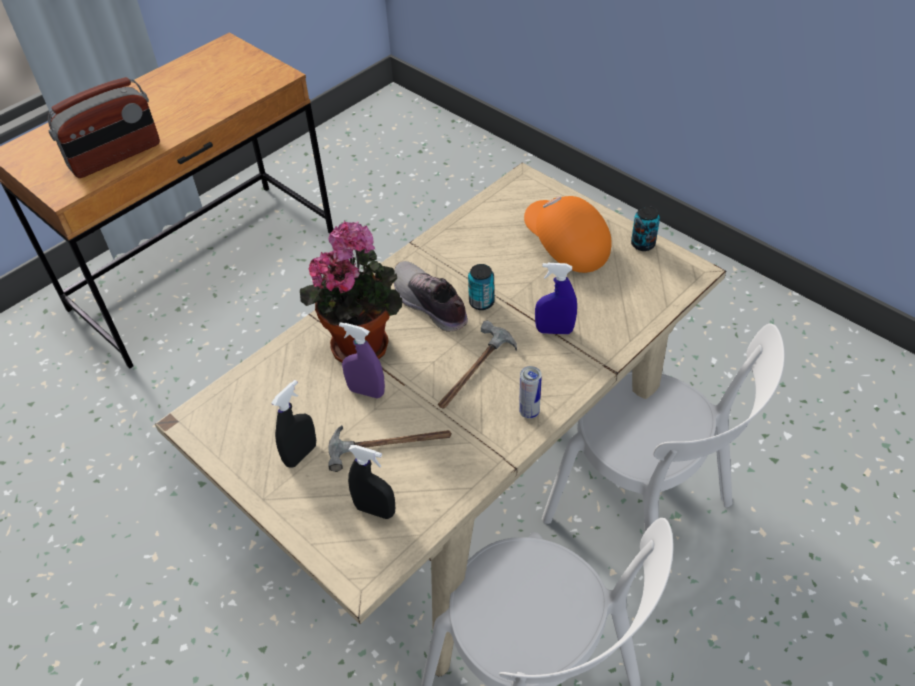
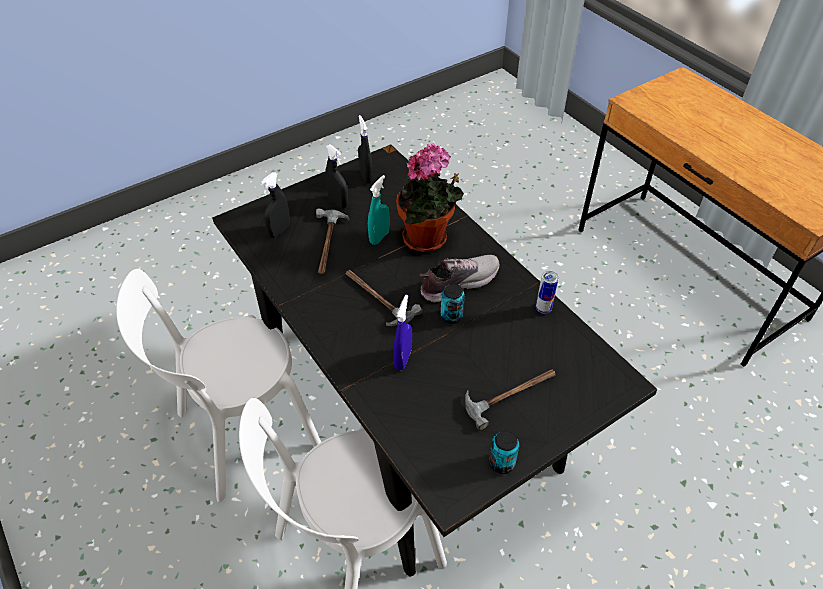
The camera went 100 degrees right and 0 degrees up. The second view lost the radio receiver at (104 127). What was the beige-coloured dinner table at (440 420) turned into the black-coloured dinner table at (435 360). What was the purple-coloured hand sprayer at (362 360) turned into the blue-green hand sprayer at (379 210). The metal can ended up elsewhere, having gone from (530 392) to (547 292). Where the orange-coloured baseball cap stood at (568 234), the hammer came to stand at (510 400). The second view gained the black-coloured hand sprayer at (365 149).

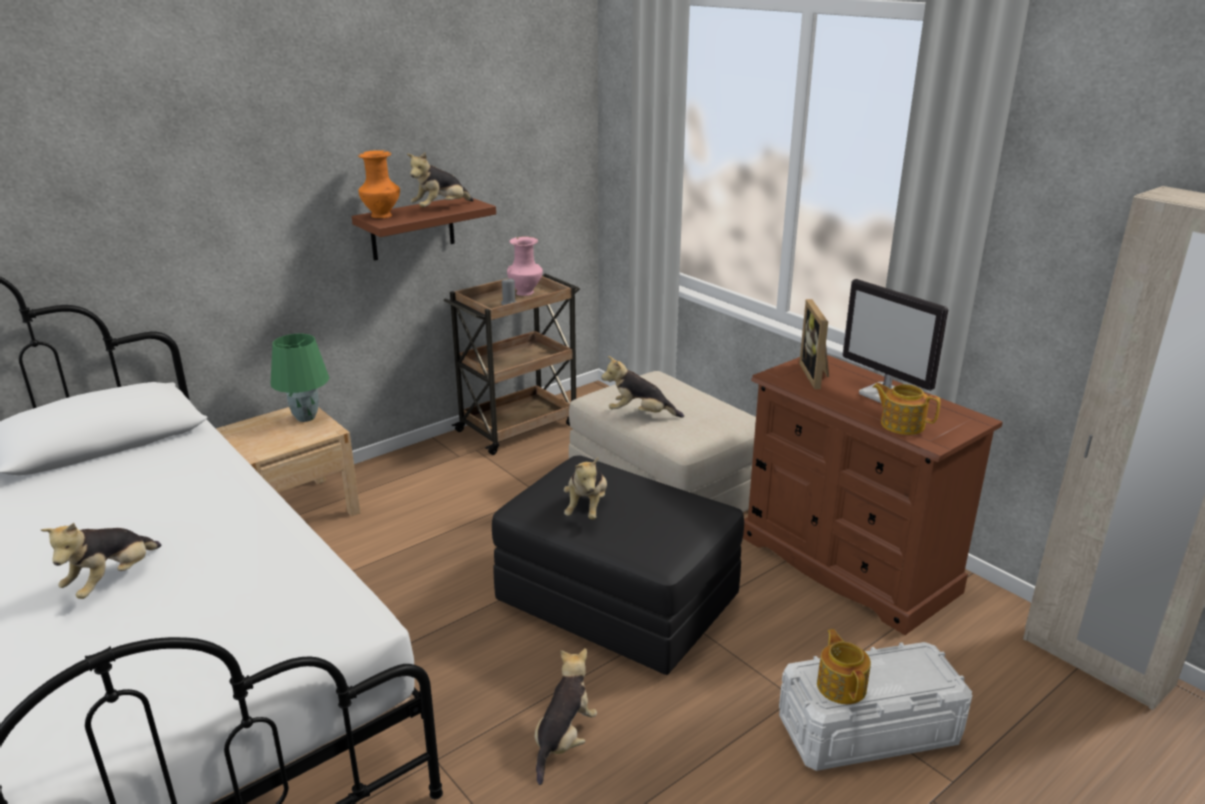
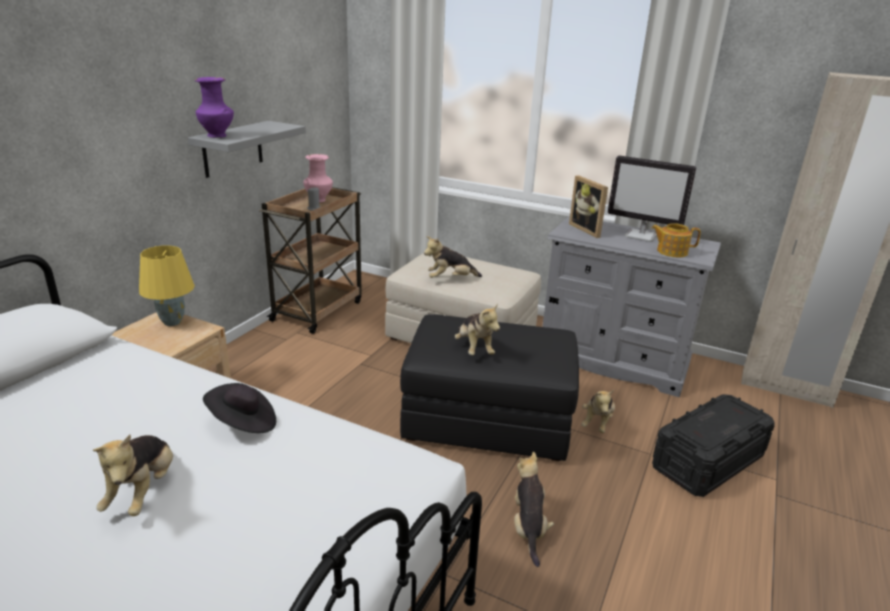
The camera went 25 degrees left and 0 degrees up. What was the green lamp for a table at (300 378) turned into the yellow-coloured lamp for a table at (167 285). What was the brownish wall shelf at (424 229) turned into the greyish wall shelf at (247 149). What was the orange-coloured decorative vase at (379 184) turned into the purple-coloured decorative vase at (214 107). The cuddly toy ended up elsewhere, having gone from (440 179) to (598 411). What was the brownish dresser at (872 495) turned into the greyish dresser at (631 306). What was the whitish storage container at (876 706) turned into the black-coloured storage container at (713 445). The second view lost the teapot at (844 666). The second view gained the black-coloured hat at (239 408).

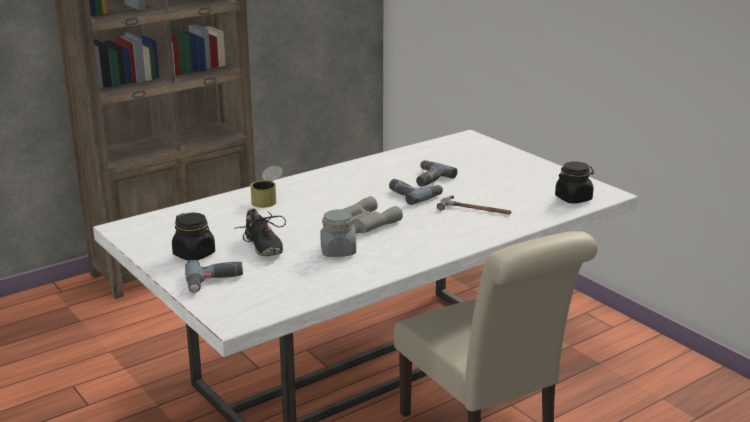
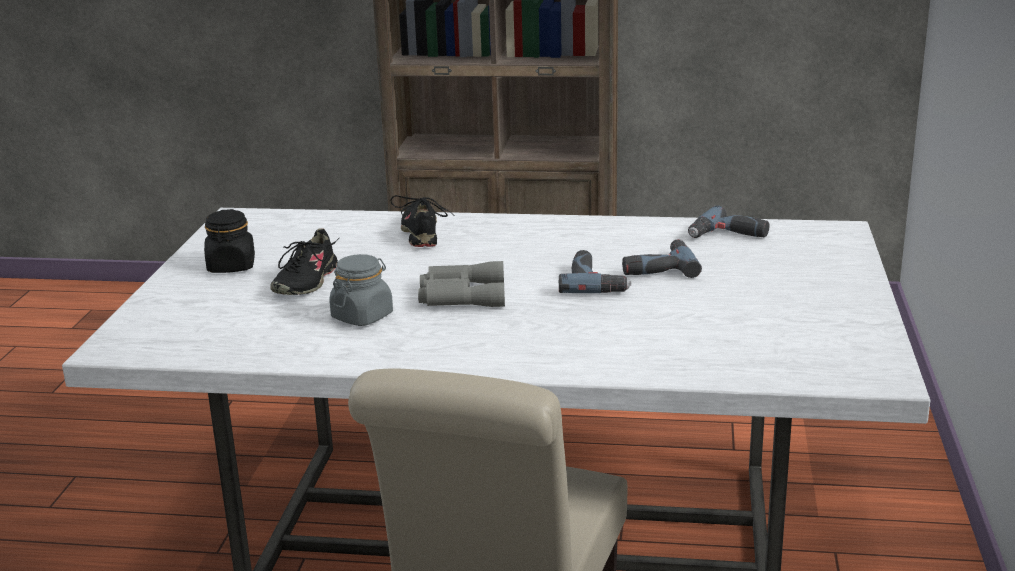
The camera went 45 degrees right and 0 degrees up. The drill ended up elsewhere, having gone from (214 276) to (729 221). Where the metal can stood at (266 186), the black-coloured item of footwear came to stand at (422 221). The second view lost the hammer at (474 205). The second view lost the black-coloured storage jar at (574 182).

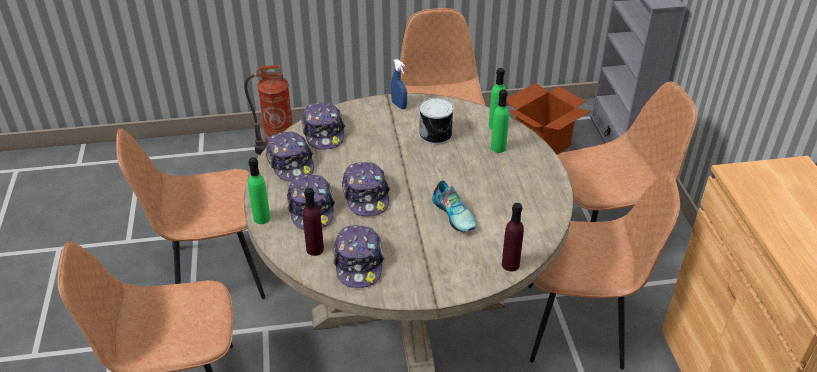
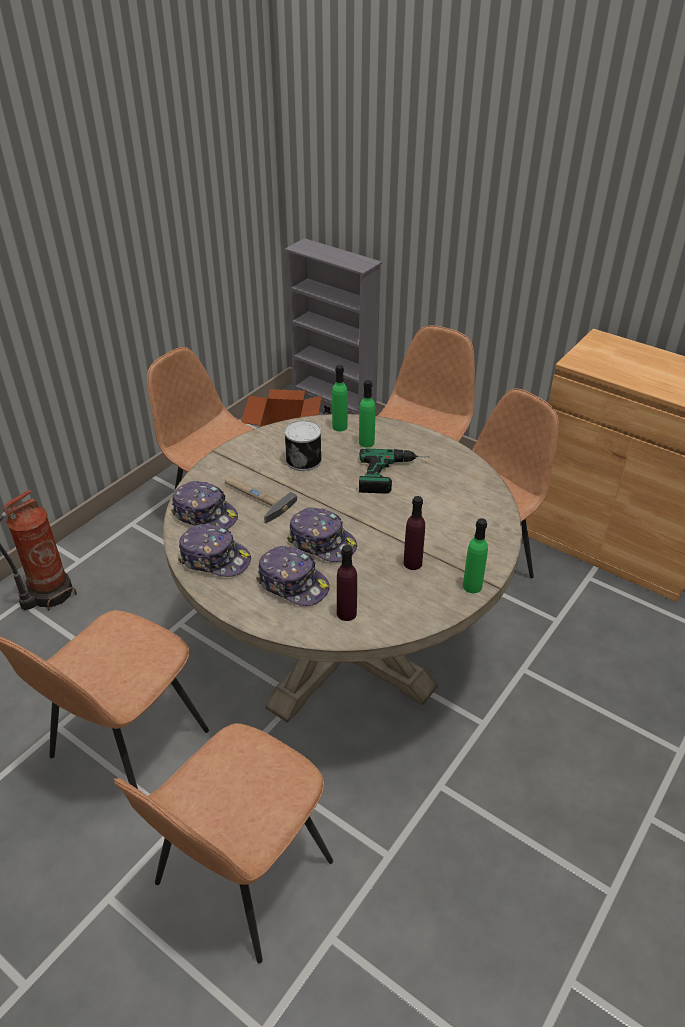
The camera went 45 degrees left and 0 degrees up. The green bottle ended up elsewhere, having gone from (259 190) to (475 555). The second view lost the baseball cap at (358 256). The second view lost the bluish hand sprayer at (399 84). The second view lost the item of footwear at (454 206). The purple-coloured bottle ended up elsewhere, having gone from (513 237) to (414 533). The second view gained the hammer at (261 499). The second view gained the drill at (394 471).

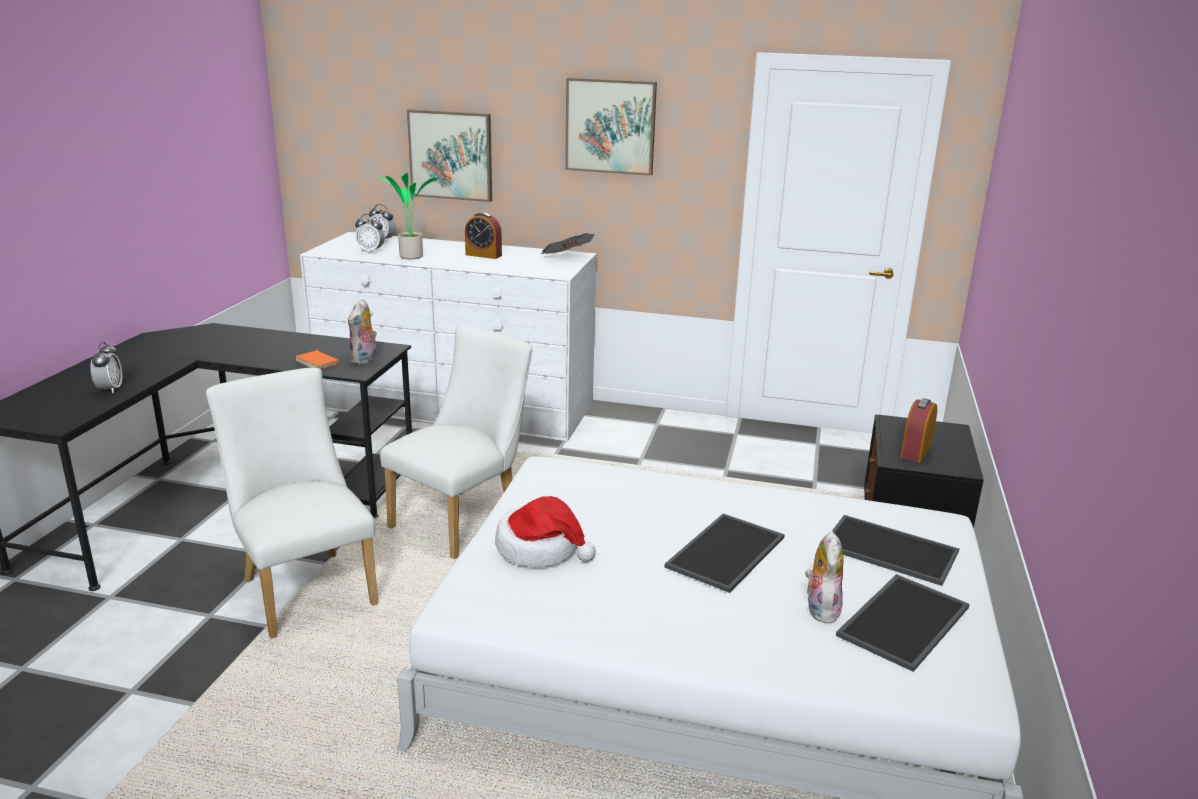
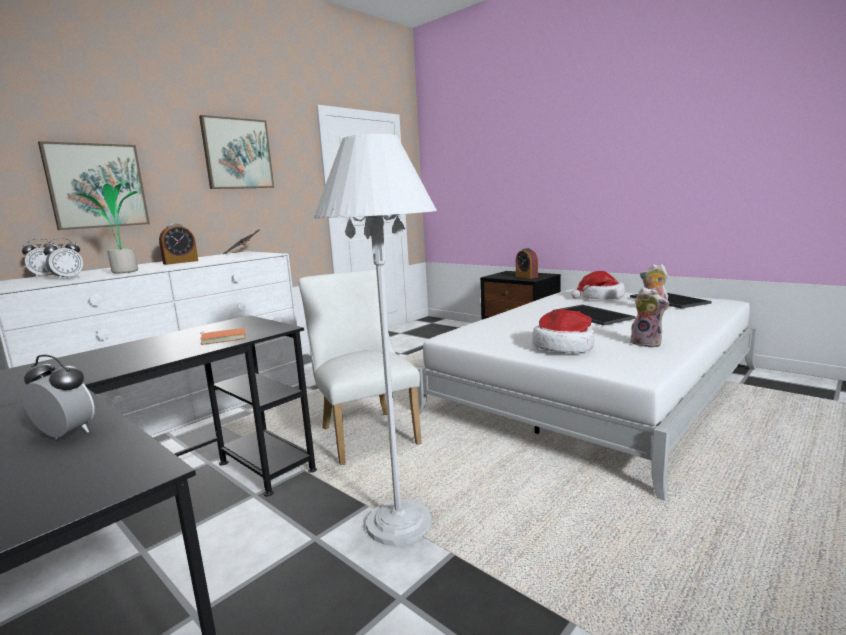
The camera went 60 degrees left and 10 degrees down. Where the whitish upright chair stood at (292 503), the whitish floor lamp came to stand at (375 340). The cuddly toy ended up elsewhere, having gone from (362 332) to (649 317). Where the tray stood at (895 550), the hat came to stand at (598 285).

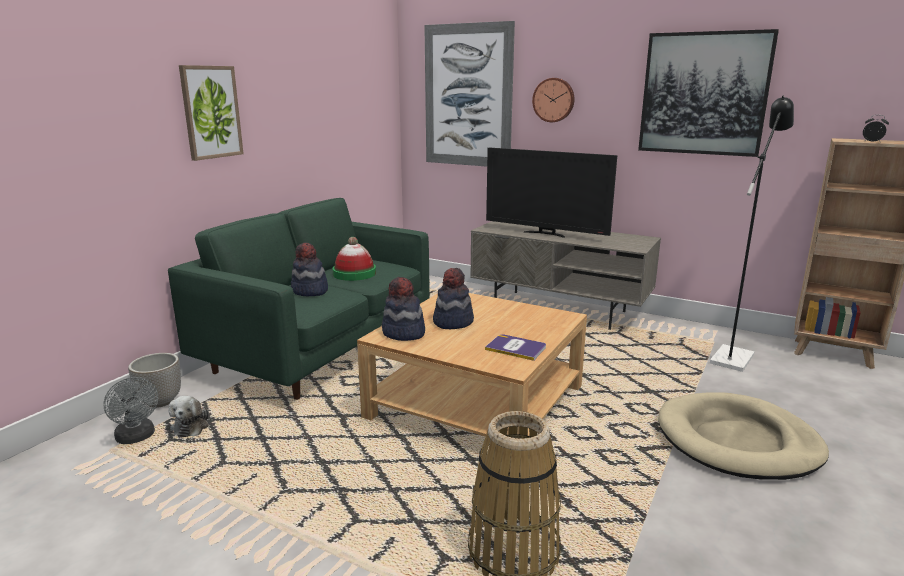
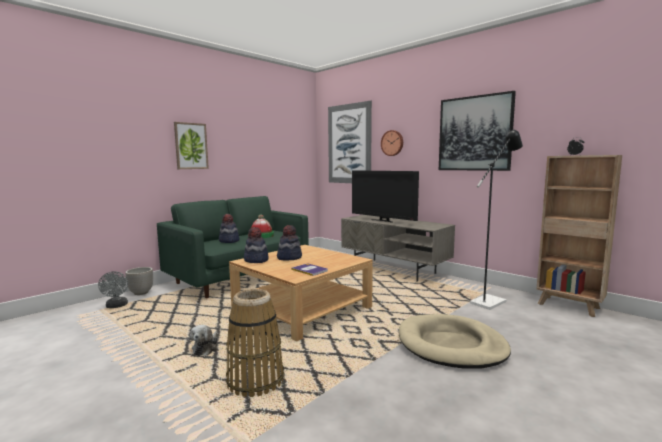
The camera went 15 degrees right and 10 degrees down. The cuddly toy ended up elsewhere, having gone from (188 417) to (203 340).

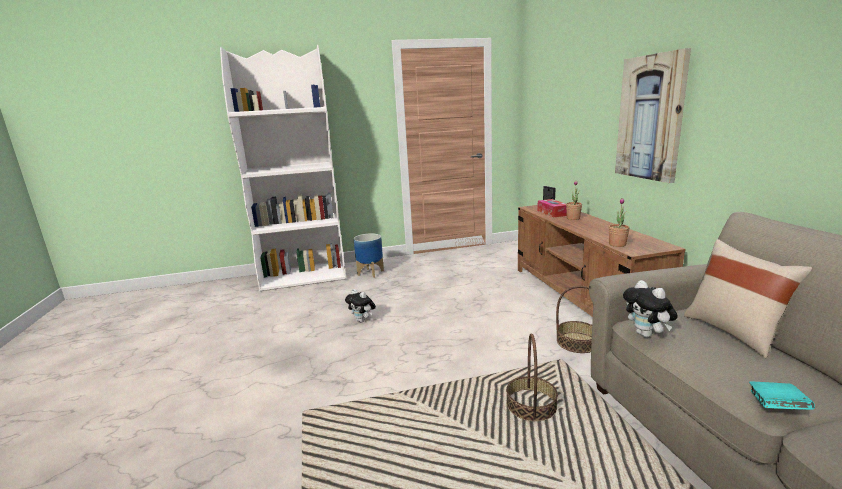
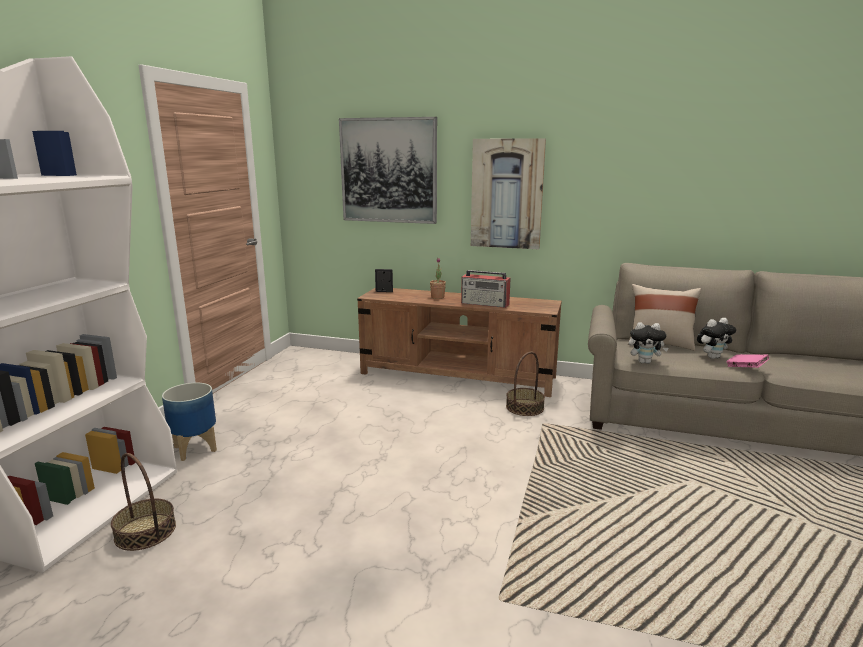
The camera went 60 degrees left and 0 degrees up. The cuddly toy ended up elsewhere, having gone from (360 306) to (716 338). The storage basket ended up elsewhere, having gone from (532 377) to (143 502). The second view lost the box of tissues at (552 208). The second view lost the potted plant at (619 222). What was the blue-green book at (782 395) turned into the pink-coloured book at (747 361). The second view gained the wall picture at (388 170). The second view gained the radio receiver at (486 289).

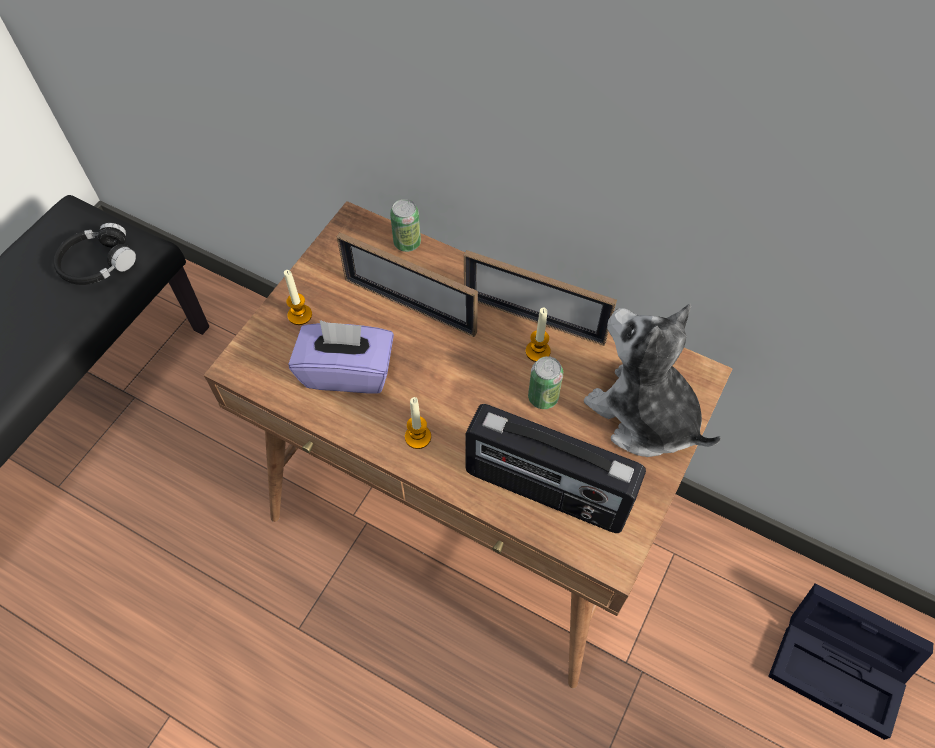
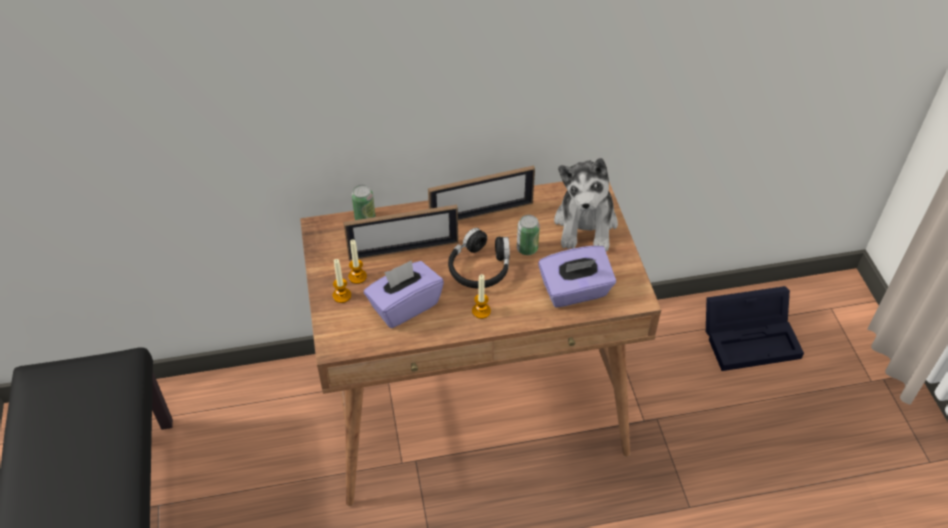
The camera went 40 degrees left and 10 degrees down. The black-coloured pair of headphones ended up elsewhere, having gone from (95 254) to (479 258). Where the radio receiver stood at (555 468), the purple-coloured box of tissues came to stand at (577 277). The candle ended up elsewhere, having gone from (538 335) to (357 262). The cuddly toy at (652 380) ended up facing another way, 90 degrees counterclockwise from before.

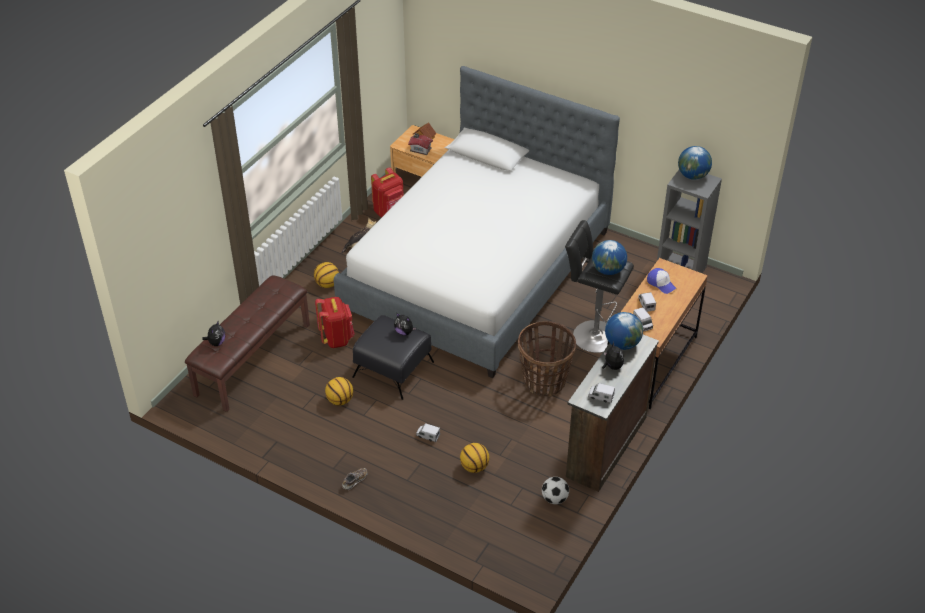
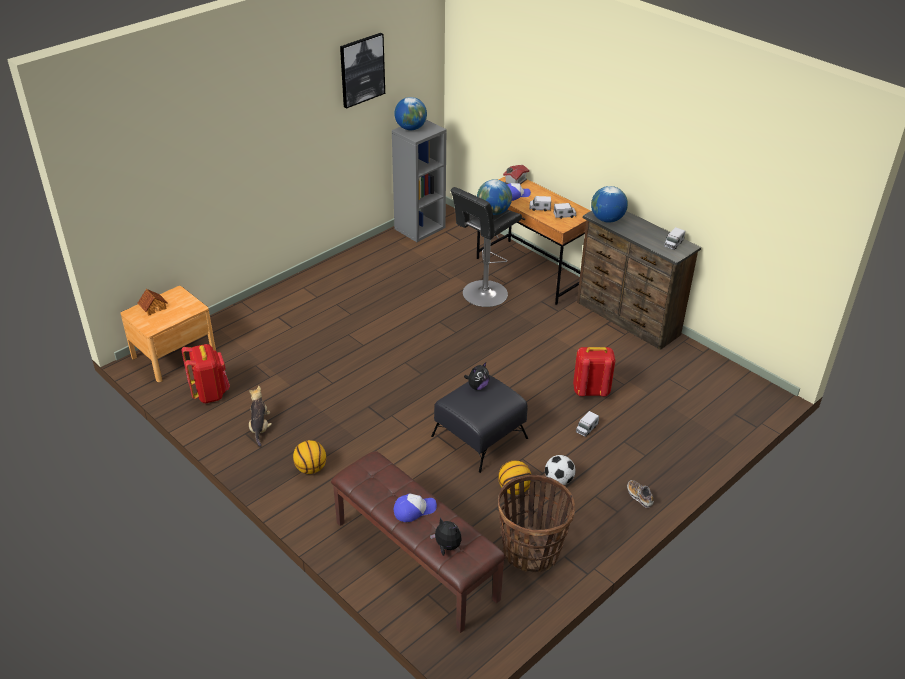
The camera went 75 degrees left and 5 degrees down. The red-coloured rucksack ended up elsewhere, having gone from (335 322) to (594 371). The second view lost the bed at (477 222). The toy house ended up elsewhere, having gone from (420 144) to (516 174). The second view lost the basketball ball at (474 458). The storage basket ended up elsewhere, having gone from (547 359) to (536 524). The football ended up elsewhere, having gone from (555 490) to (560 470). The second view lost the cuddly toy at (613 356). The second view gained the wall picture at (362 71). The second view gained the baseball cap at (415 507).

